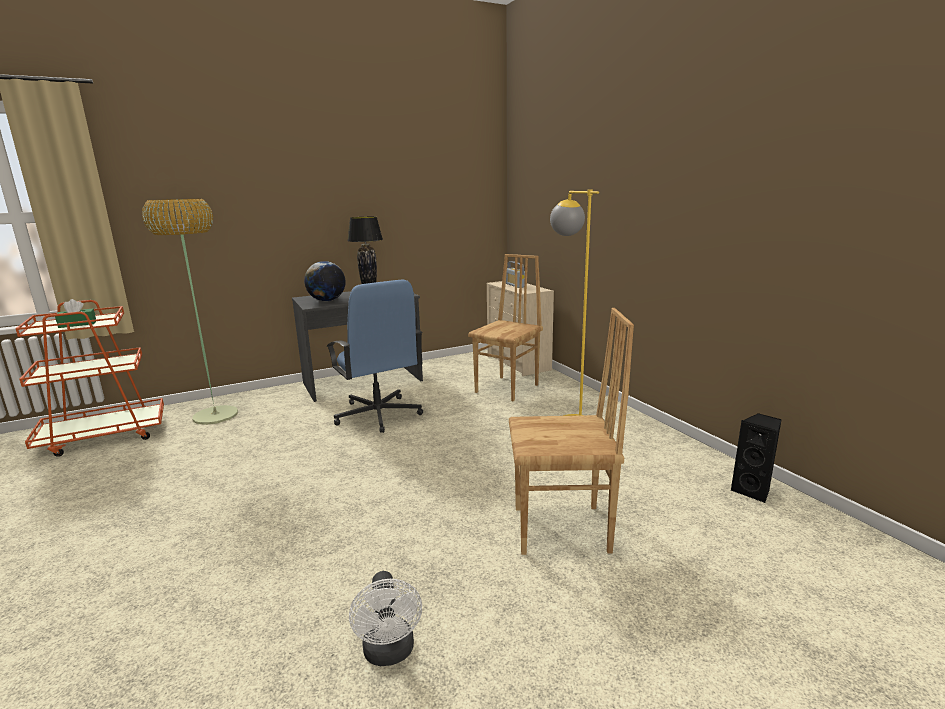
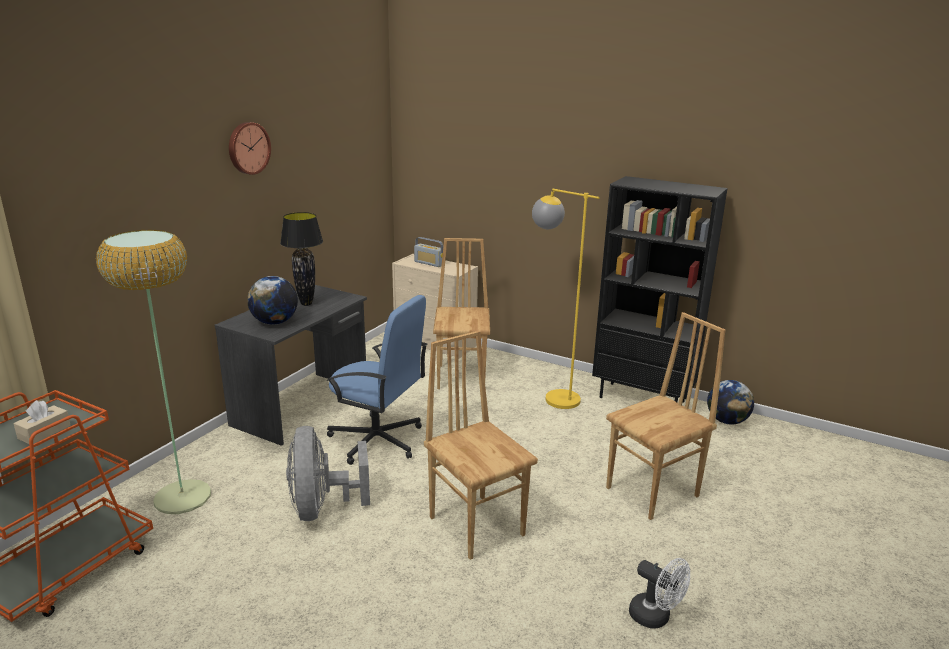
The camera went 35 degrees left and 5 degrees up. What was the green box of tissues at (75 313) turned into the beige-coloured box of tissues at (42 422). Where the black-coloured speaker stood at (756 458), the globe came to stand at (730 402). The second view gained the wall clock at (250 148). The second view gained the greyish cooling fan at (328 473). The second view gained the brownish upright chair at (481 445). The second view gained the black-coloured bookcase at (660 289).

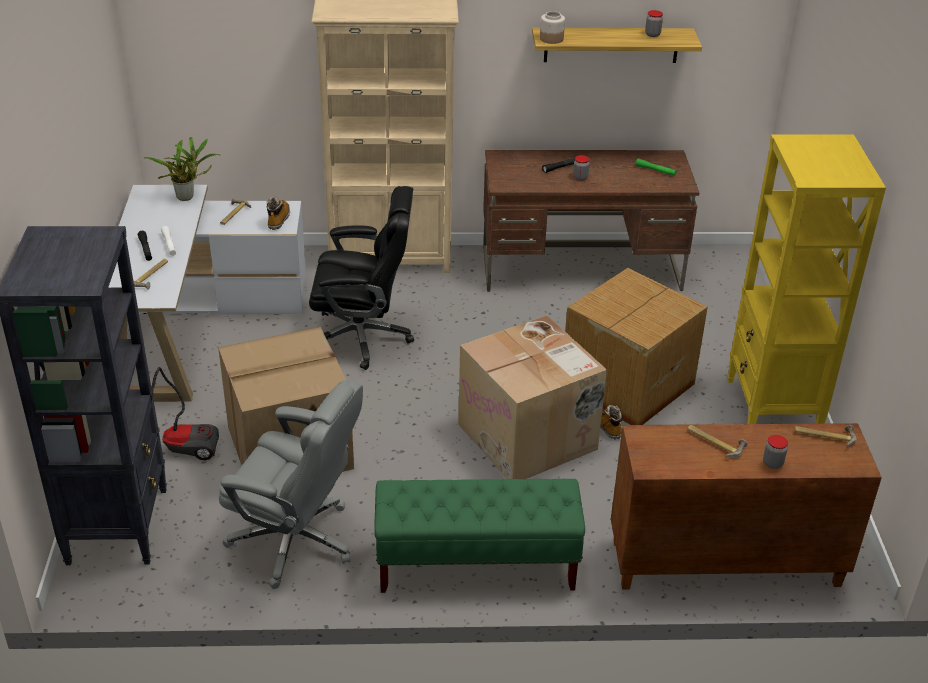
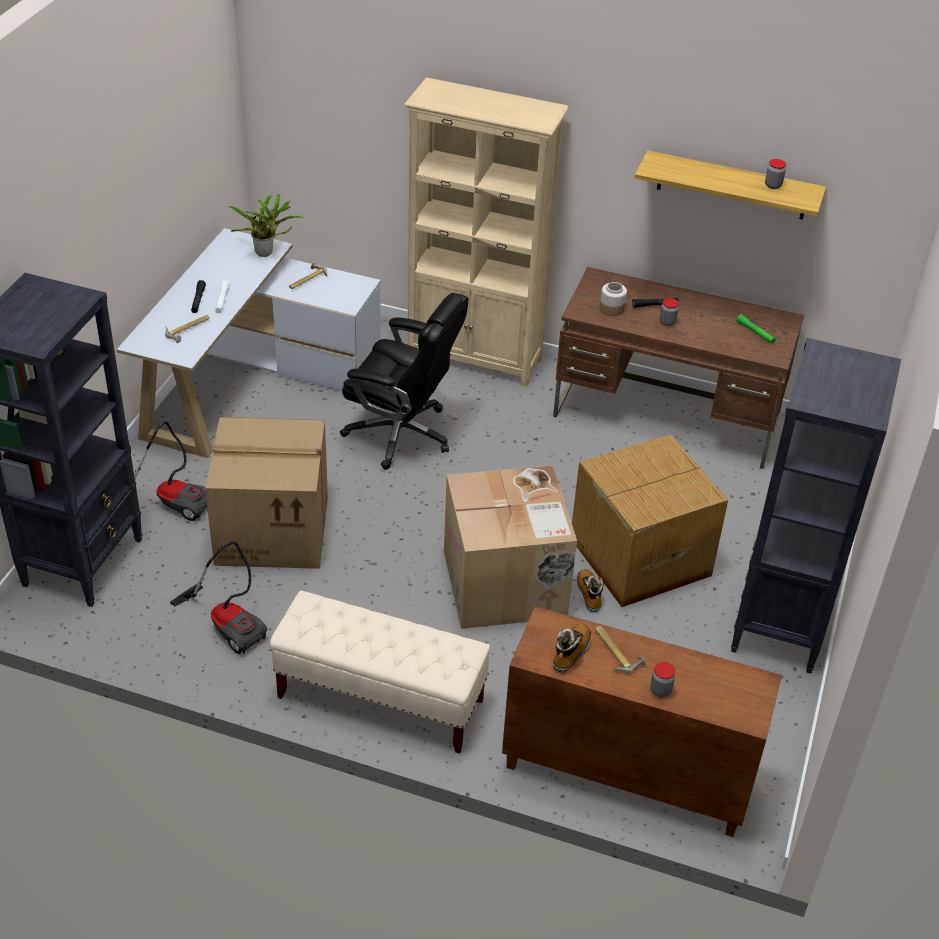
The camera went 20 degrees right and 5 degrees up. Where the greyish computer chair stood at (291 484), the vacuum cleaner came to stand at (218 597). The boot ended up elsewhere, having gone from (278 213) to (572 647). What was the green long seat at (479 536) turned into the beige-coloured long seat at (380 672). The storage jar ended up elsewhere, having gone from (552 27) to (613 299). What was the yellow-coloured bookcase at (807 279) turned into the black-coloured bookcase at (816 506). The second view lost the hammer at (826 436).

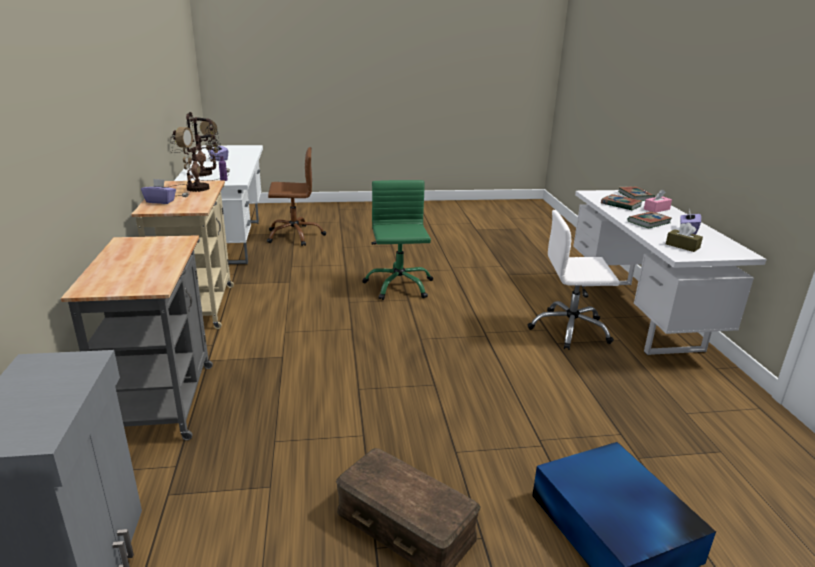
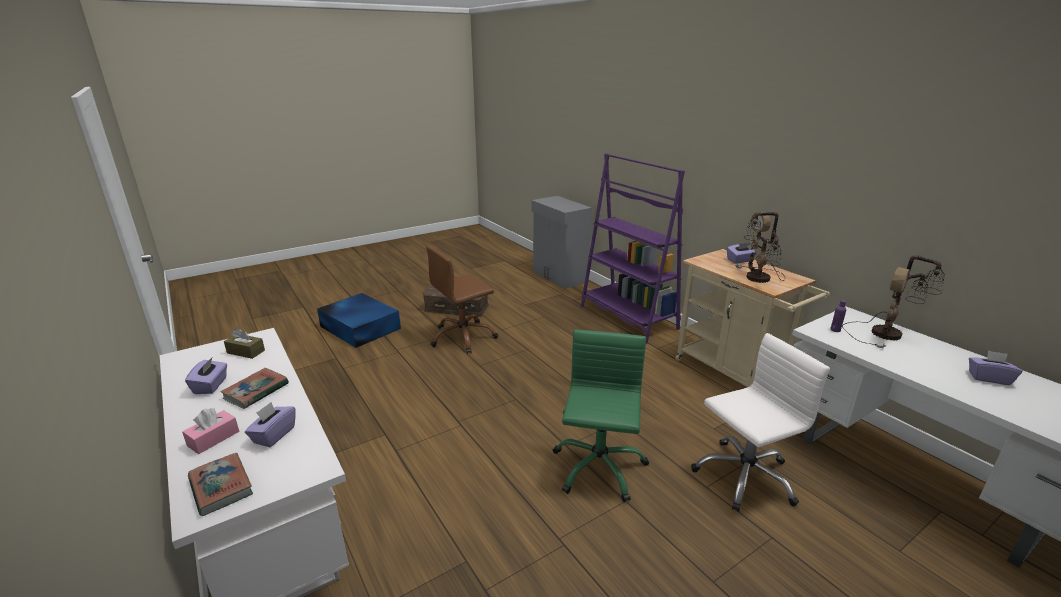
The camera went 155 degrees right and 0 degrees up. Where the greyish trolley stood at (137 337), the purple-coloured bookcase came to stand at (633 248). The brownish computer chair ended up elsewhere, having gone from (296 196) to (462 300). The green computer chair at (397 240) ended up facing another way, 135 degrees counterclockwise from before. The whitish computer chair ended up elsewhere, having gone from (573 280) to (760 422). Where the book stood at (621 202), the purple-coloured box of tissues came to stand at (270 424).

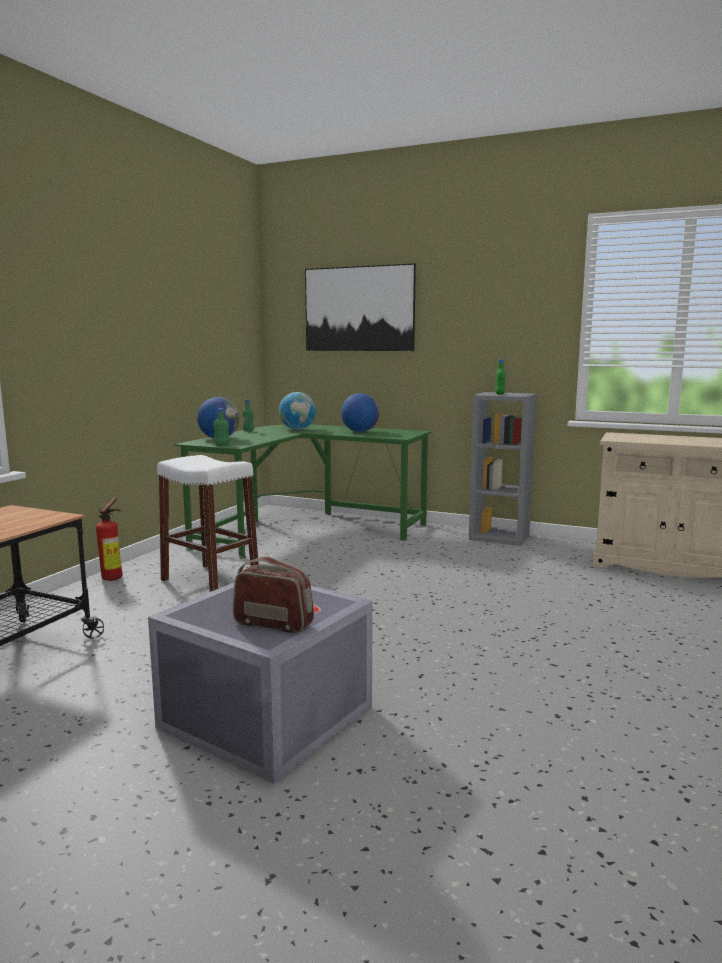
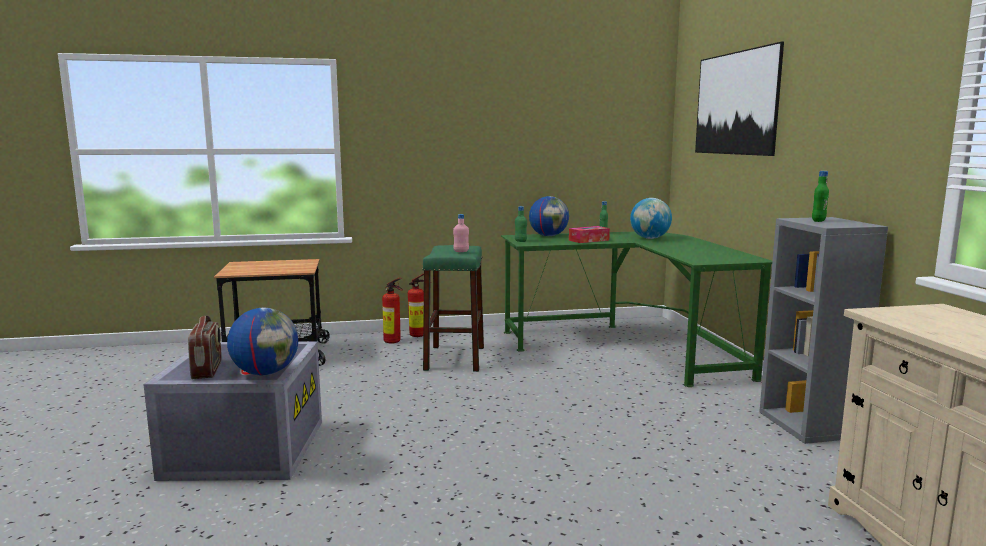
The camera went 55 degrees right and 0 degrees up. What was the whitish sitting stool at (208 523) turned into the green sitting stool at (453 308). The globe ended up elsewhere, having gone from (360 412) to (262 341). The second view gained the fire-fighting cylinder at (392 311). The second view gained the pink-coloured bottle at (461 233). The second view gained the box of tissues at (589 234).

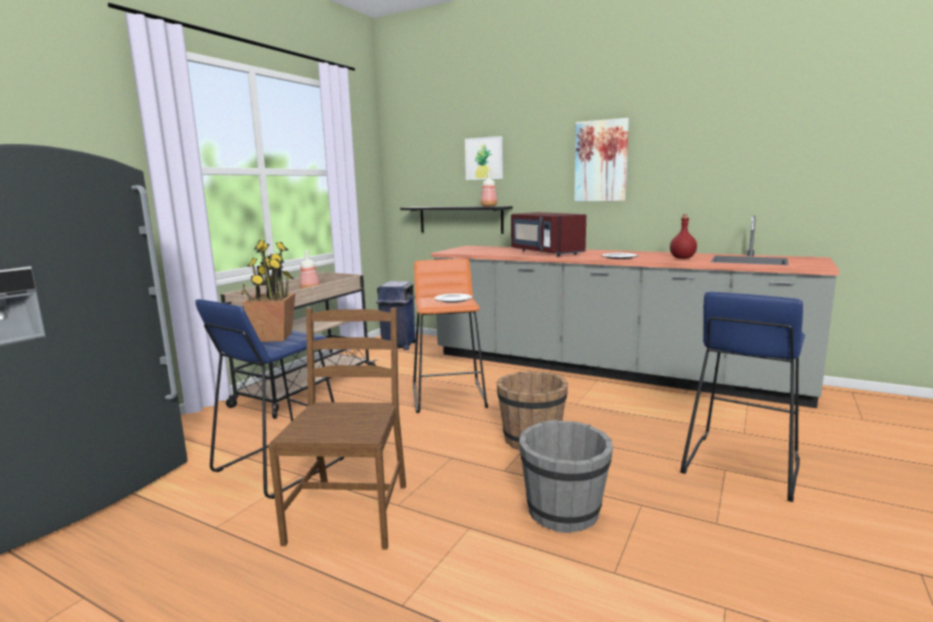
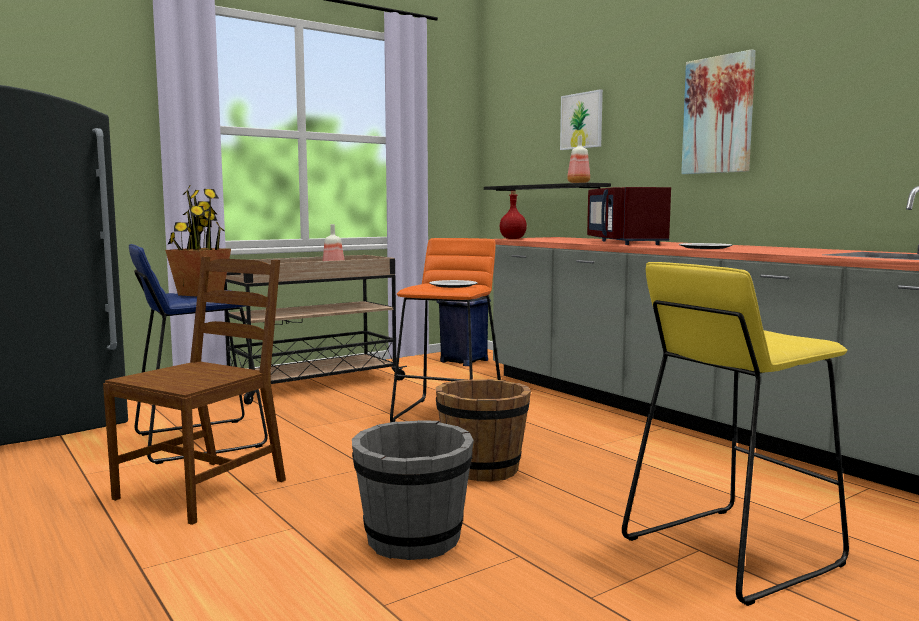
The camera went 25 degrees right and 5 degrees down. The red-coloured bottle ended up elsewhere, having gone from (683 236) to (513 215). What was the bluish sitting stool at (742 397) turned into the yellow-coloured sitting stool at (735 434).

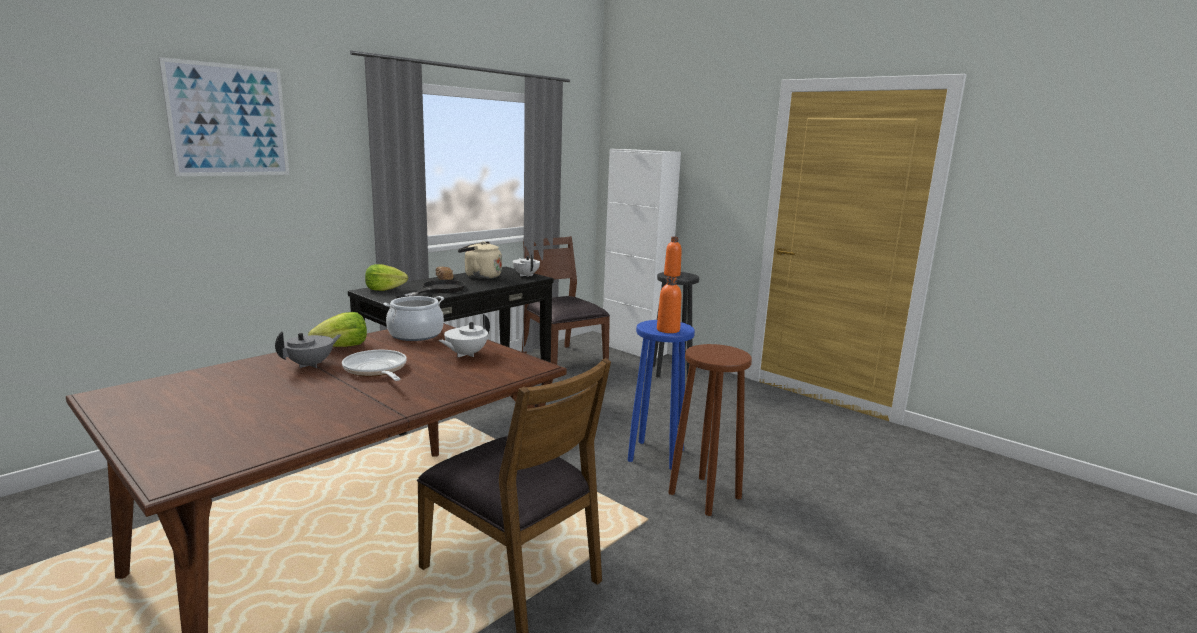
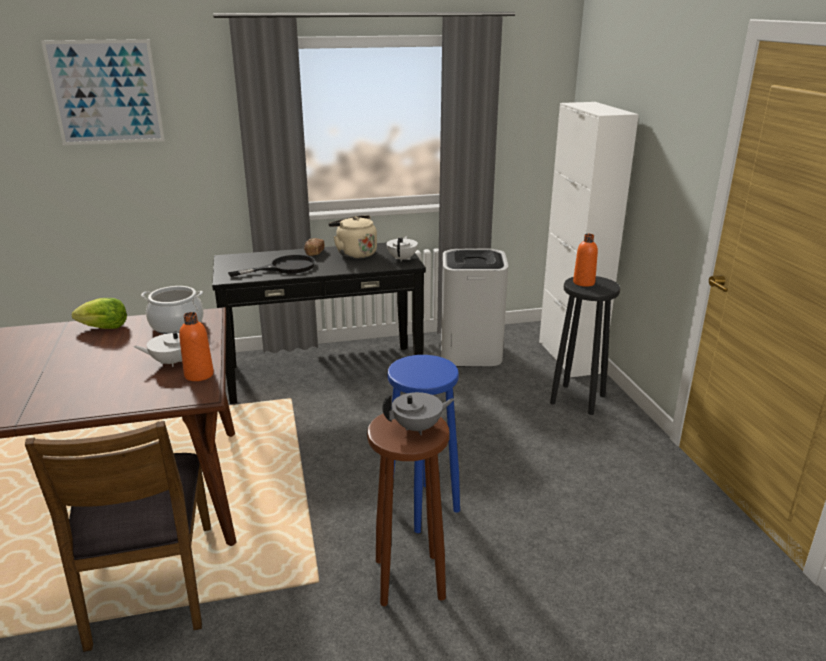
The camera went 35 degrees right and 10 degrees up. The greyish teapot ended up elsewhere, having gone from (308 350) to (418 413). The second view lost the frying pan at (374 365). The second view lost the head of lettuce at (386 277). Where the brownish upright chair stood at (566 300), the whitish rubbish bin came to stand at (474 307). The orange-coloured bottle ended up elsewhere, having gone from (669 304) to (196 346).

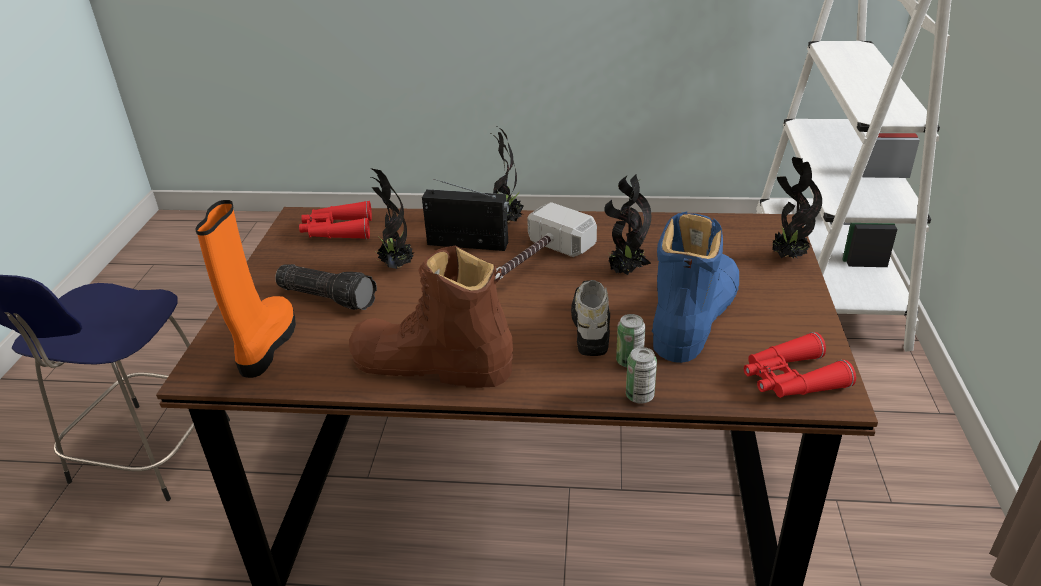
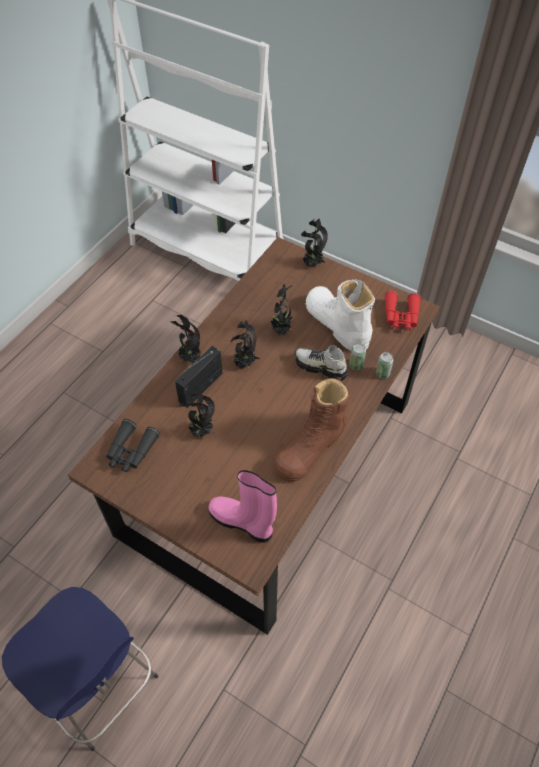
The camera went 65 degrees left and 20 degrees up. What was the orange-coloured boot at (246 289) turned into the pink-coloured boot at (242 506). The second view lost the flashlight at (326 287). What was the red-coloured pair of binoculars at (335 220) turned into the black-coloured pair of binoculars at (133 445). Where the hammer stood at (546 241), the potted plant came to stand at (245 344). What was the bluish boot at (695 287) turned into the whitish boot at (340 315).

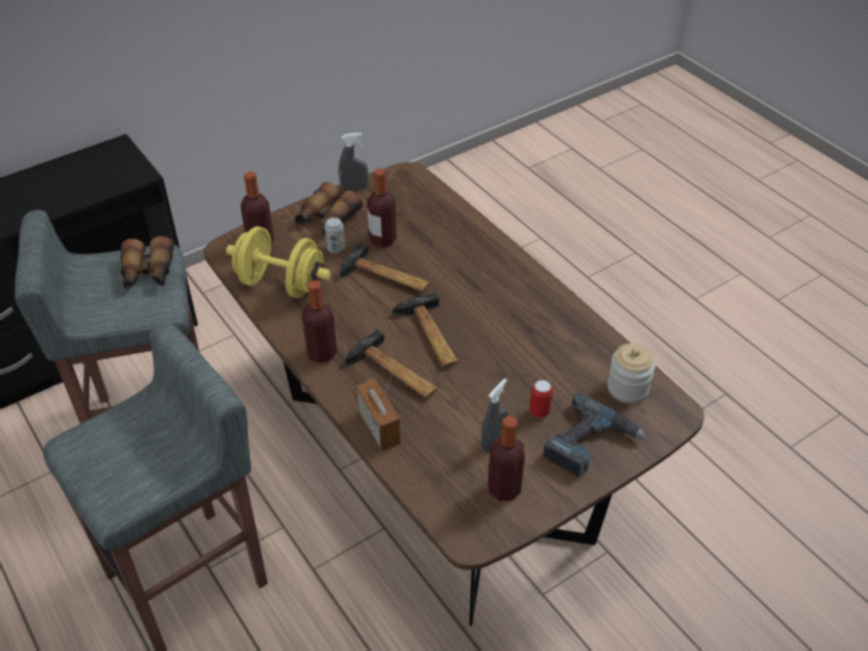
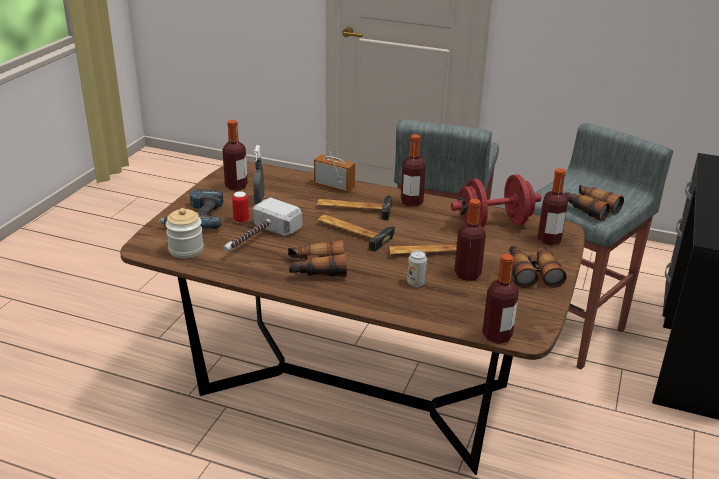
The camera went 145 degrees right and 15 degrees down. What was the yellow-coloured free weight at (278 262) turned into the red-coloured free weight at (496 201). The metal can ended up elsewhere, having gone from (335 235) to (417 268). The second view lost the greyish hand sprayer at (353 162). The second view gained the hammer at (262 224). The second view gained the pair of binoculars at (317 258). The second view gained the bottle at (500 299).

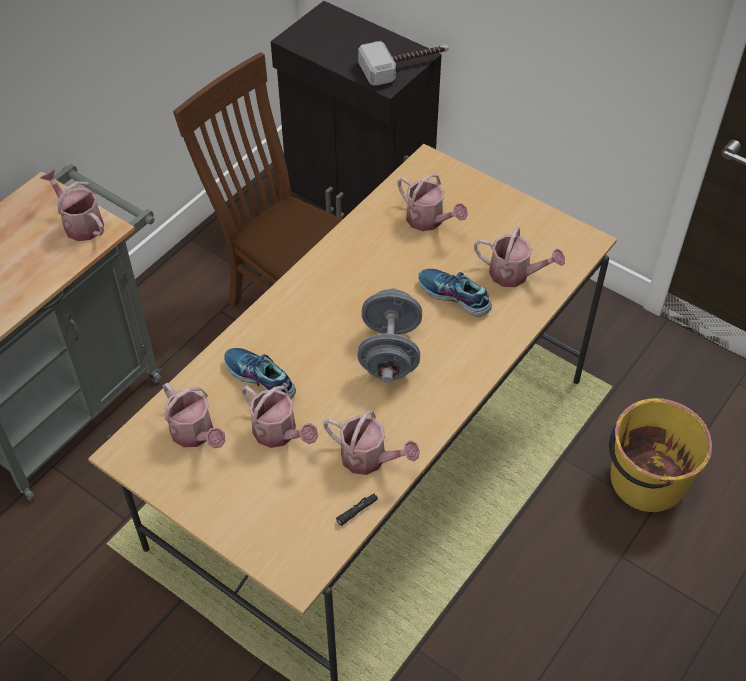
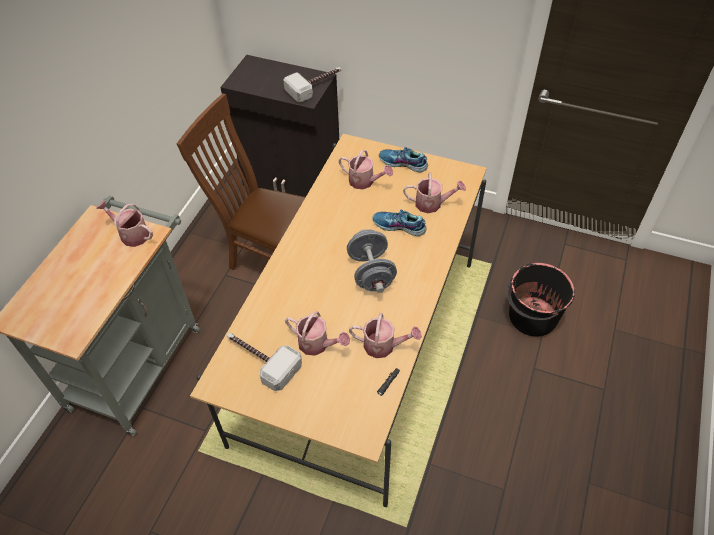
The camera went 15 degrees left and 0 degrees up. Where the watering pot stood at (194 415), the hammer came to stand at (264 362). The item of footwear ended up elsewhere, having gone from (260 373) to (403 160). What was the yellow-coloured pail at (660 455) turned into the black-coloured pail at (541 300).

